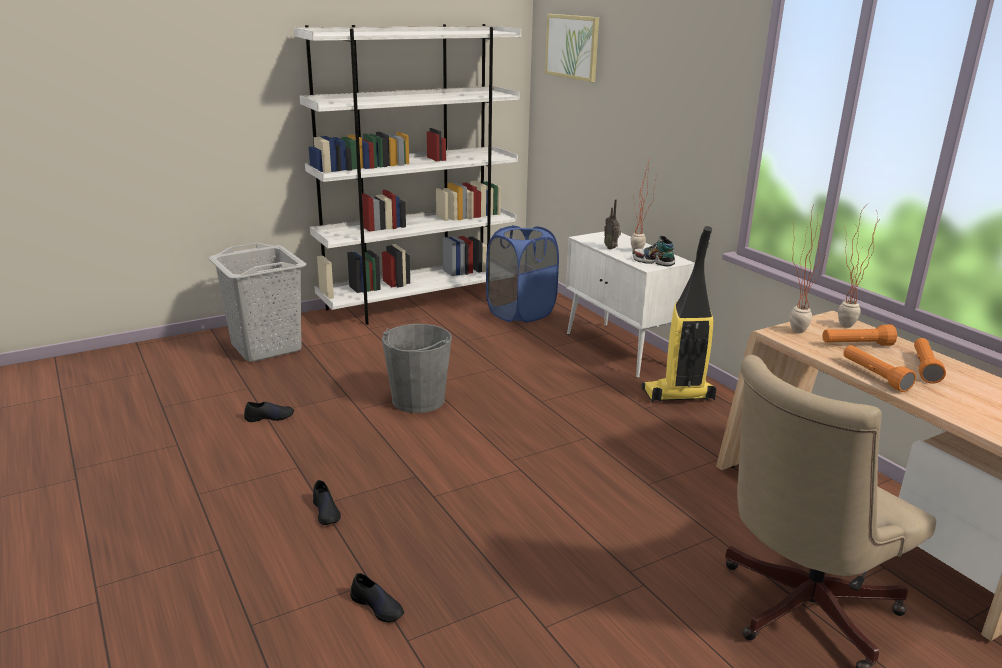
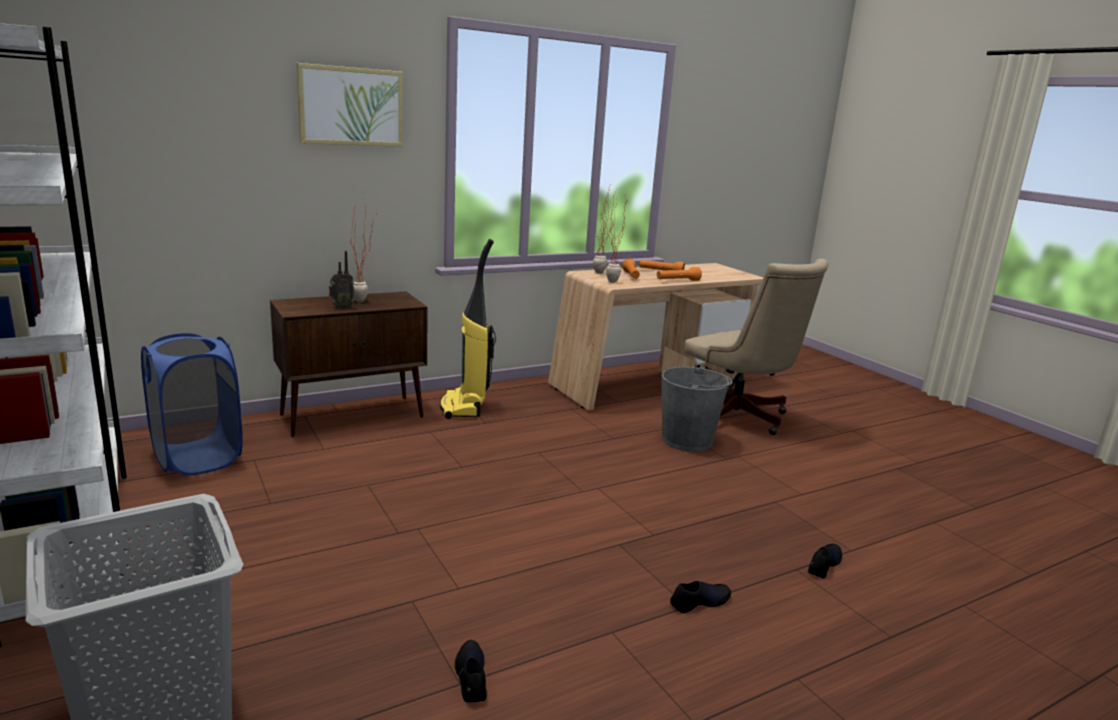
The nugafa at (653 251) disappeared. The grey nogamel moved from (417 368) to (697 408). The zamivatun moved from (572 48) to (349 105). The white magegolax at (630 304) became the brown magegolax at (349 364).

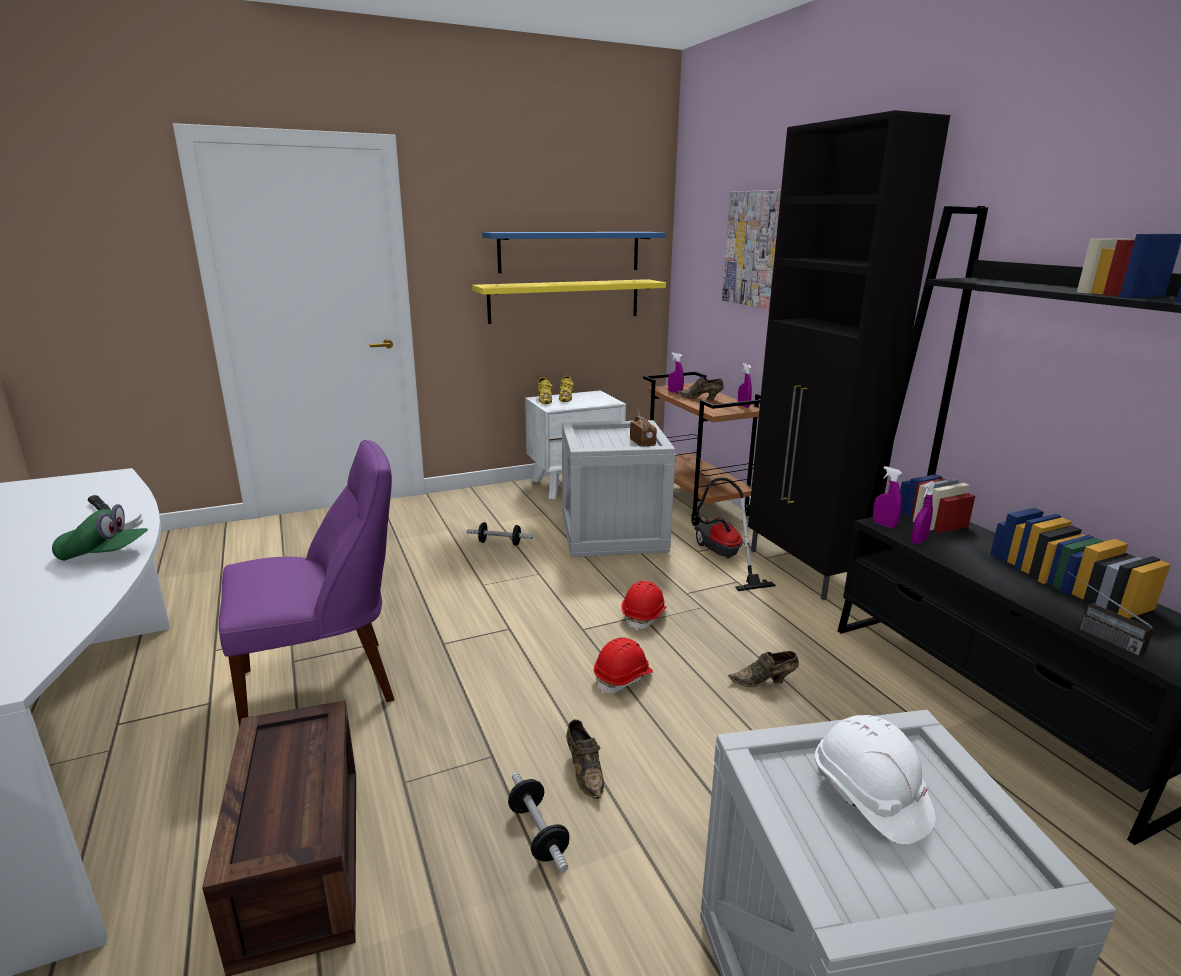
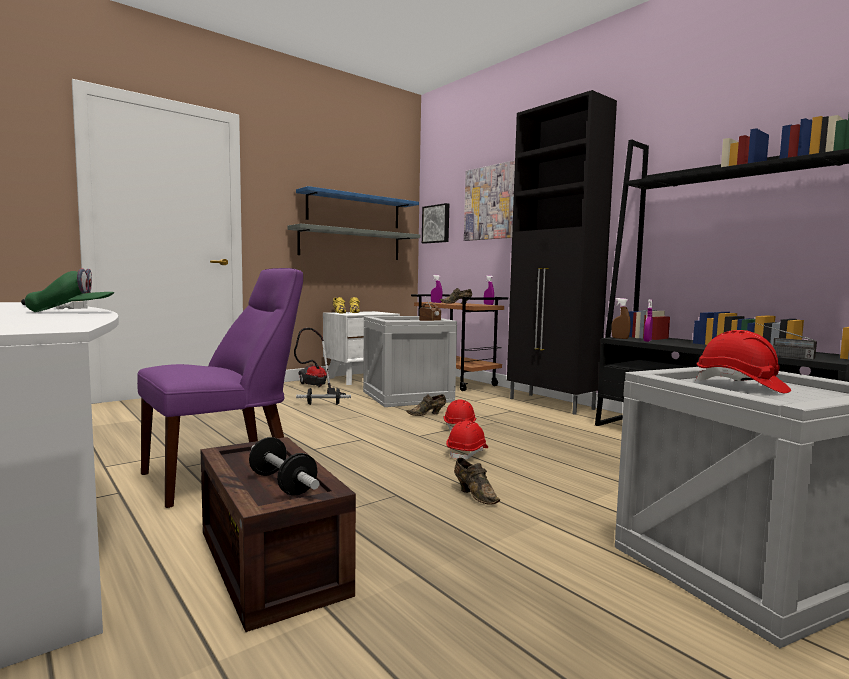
The zamivatun at (435 223) appeared. The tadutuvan moved from (539 822) to (284 466). The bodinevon moved from (735 534) to (320 361). The brown nugafa moved from (763 669) to (426 405). The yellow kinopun at (569 301) became the grey kinopun at (353 241). The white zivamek at (875 780) became the red zivamek at (743 361). The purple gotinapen at (887 497) became the brown gotinapen at (620 318).

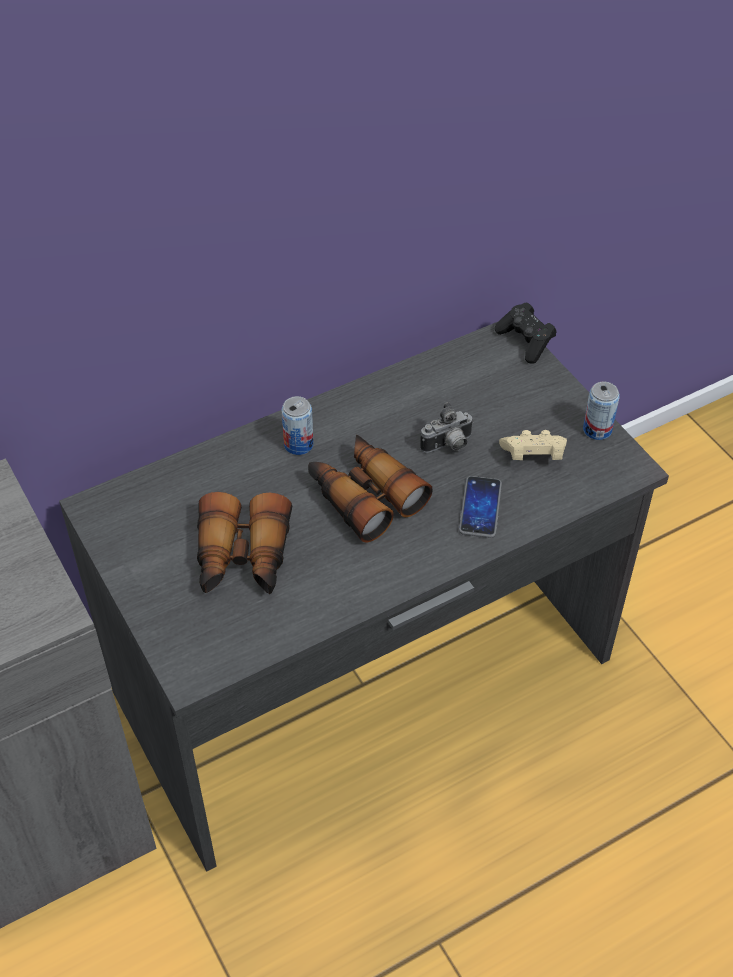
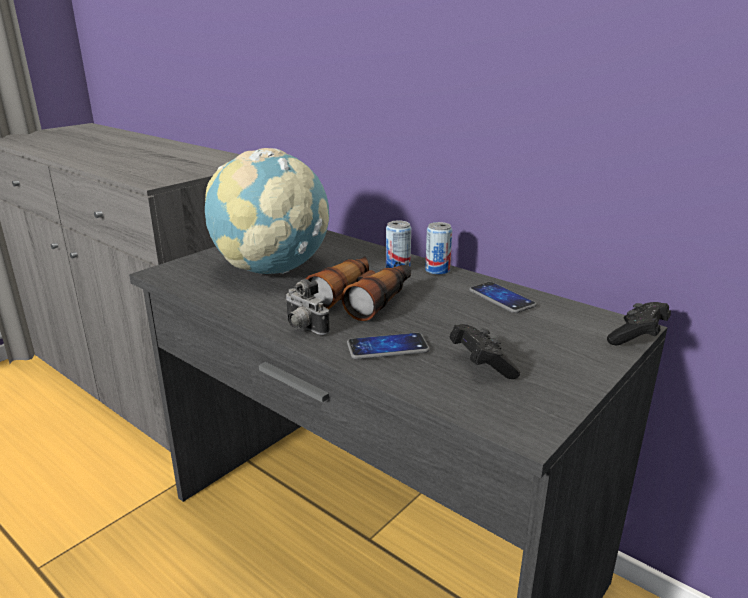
The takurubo at (503 297) appeared. The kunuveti moved from (447 427) to (307 307). The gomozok moved from (601 411) to (438 248). The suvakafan at (244 543) was replaced by the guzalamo at (267 211). The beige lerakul at (533 445) became the black lerakul at (485 351).

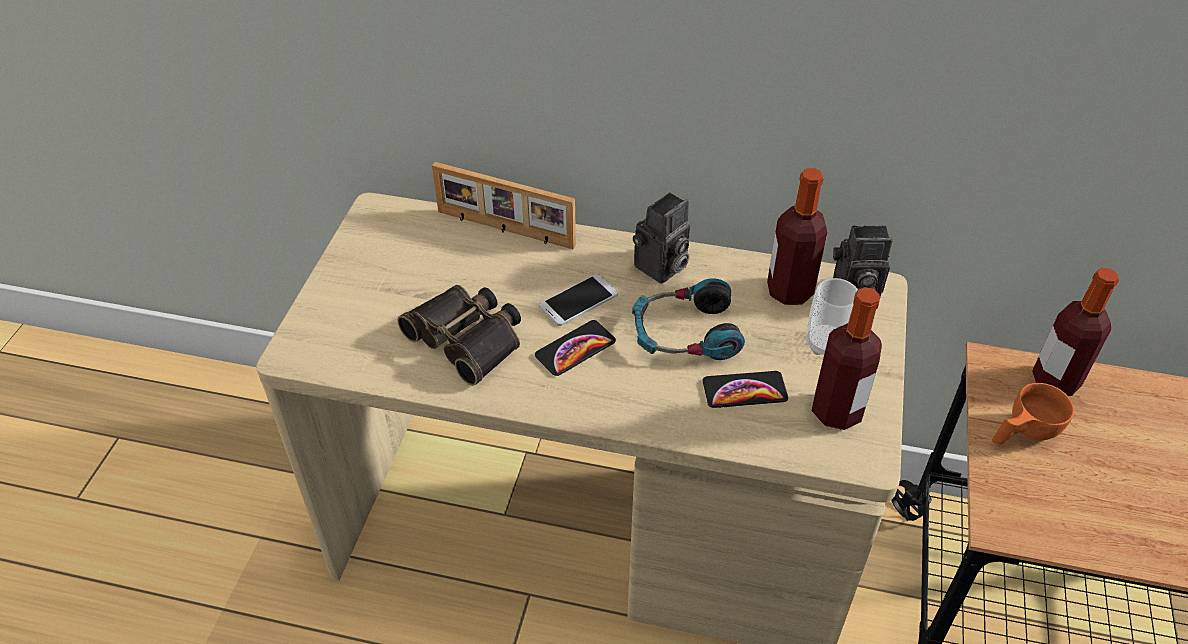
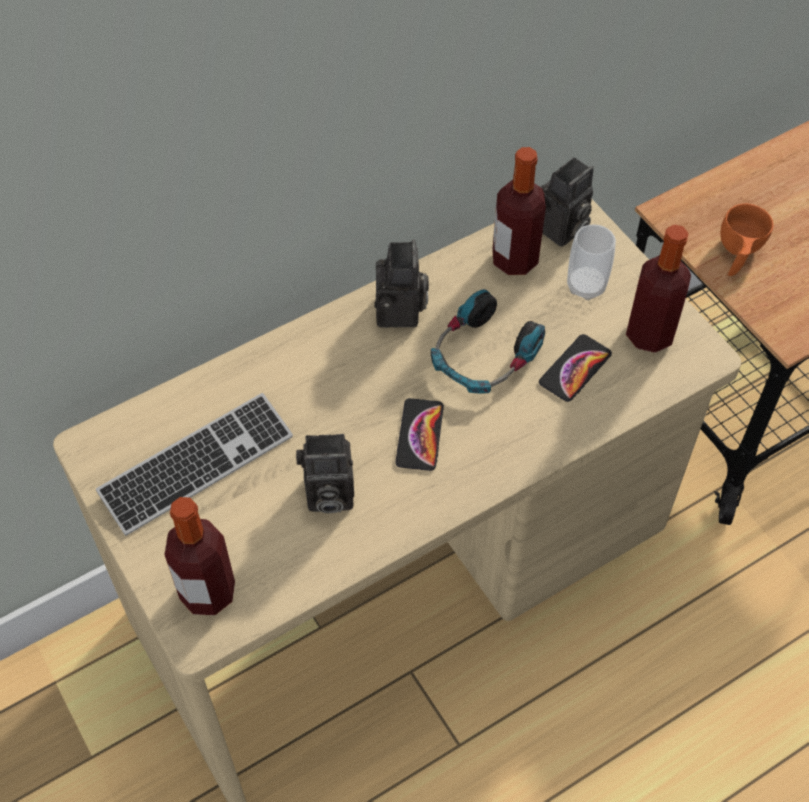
The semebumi at (504 205) disappeared. The takurubo at (578 300) disappeared. The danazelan at (194 464) appeared. The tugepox moved from (1075 332) to (200 556). The suvakafan at (459 335) was replaced by the kunuveti at (325 473).

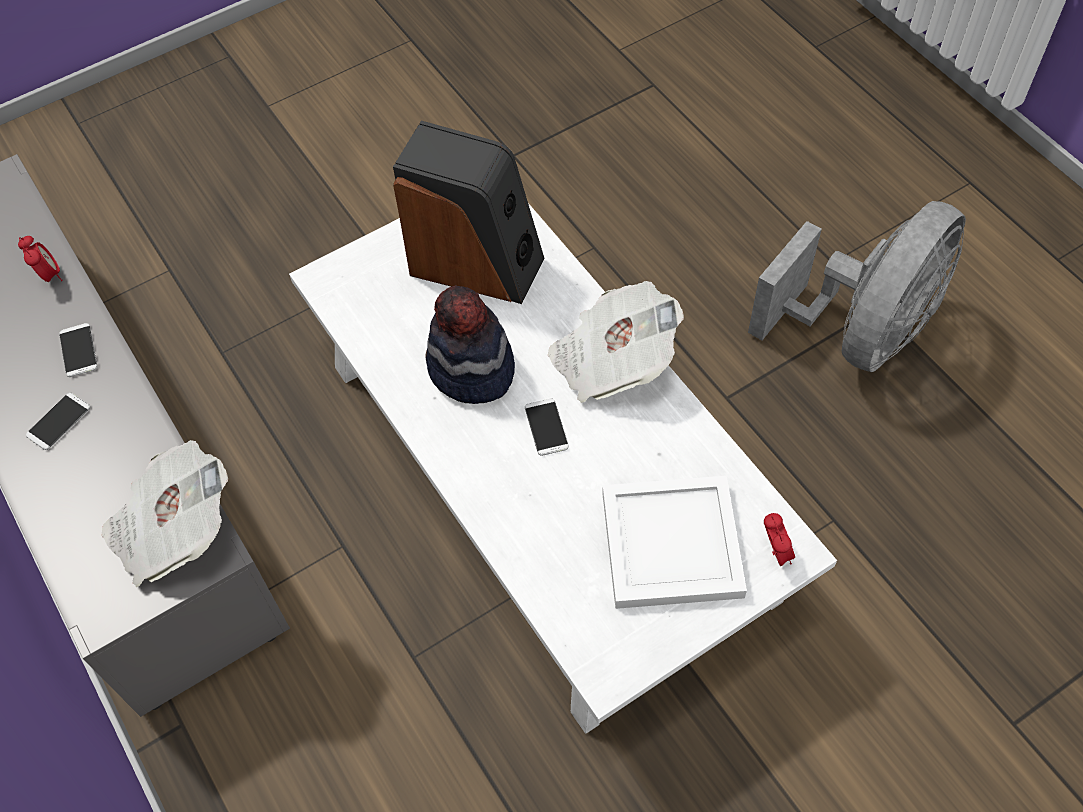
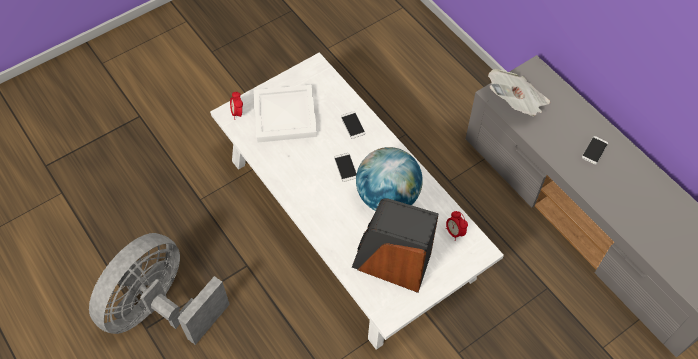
The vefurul at (616 342) disappeared. The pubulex moved from (40 259) to (457 226). The takurubo moved from (78 350) to (353 125). The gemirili at (470 344) was replaced by the guzalamo at (389 179).

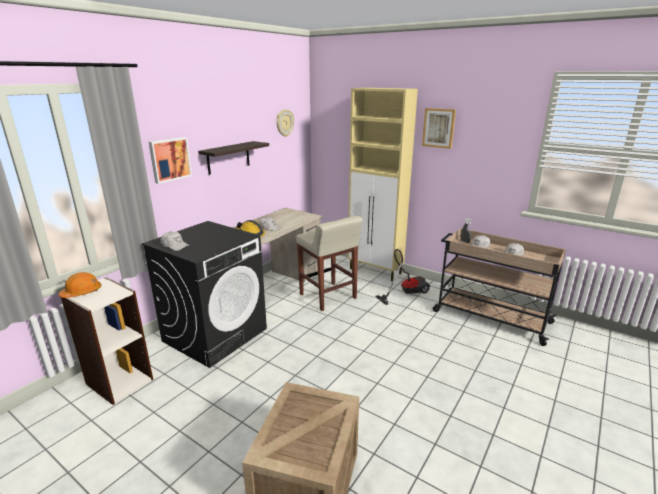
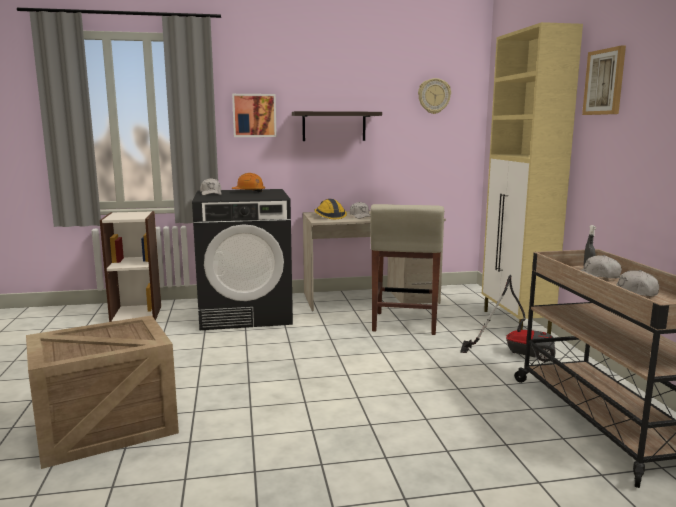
The orange zivamek moved from (80 285) to (248 182).

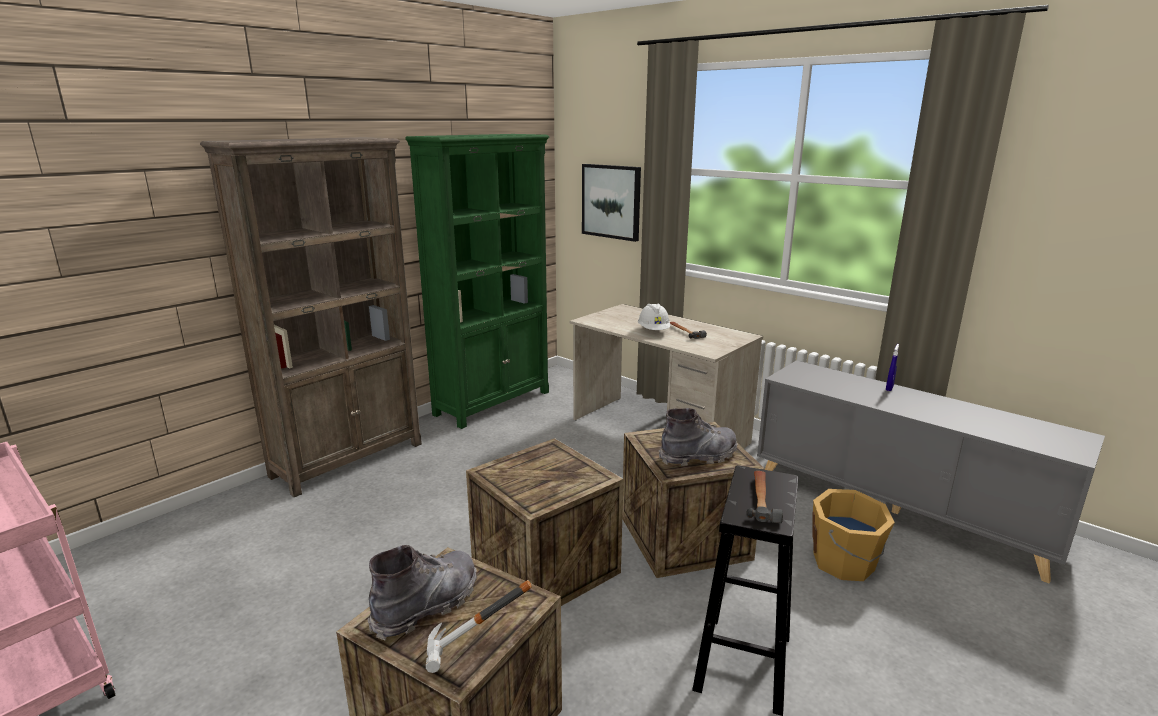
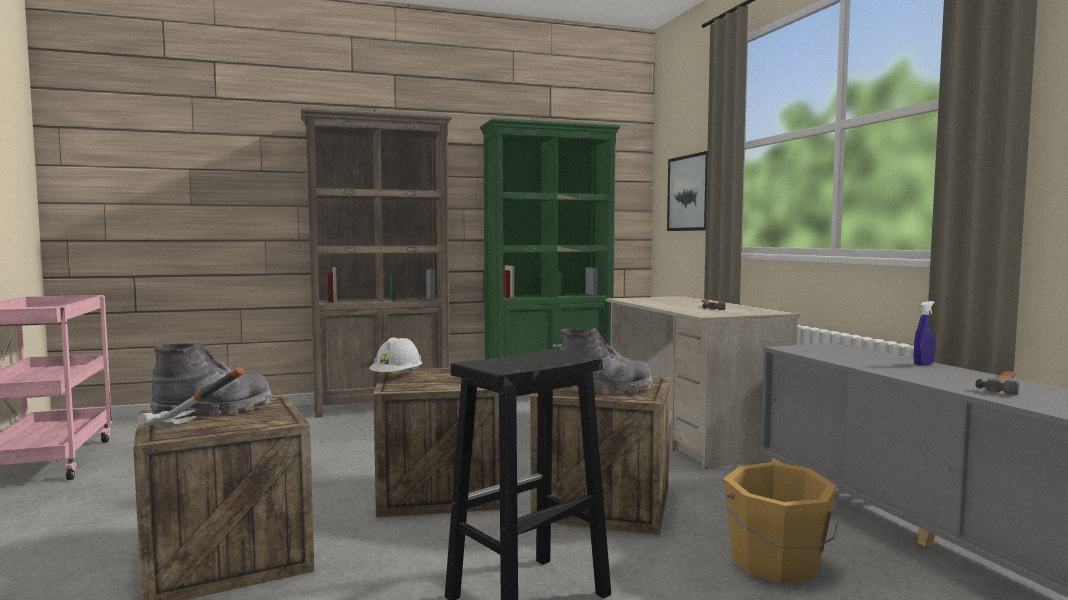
The white zivamek moved from (654 317) to (395 355). The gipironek moved from (764 497) to (997 383).

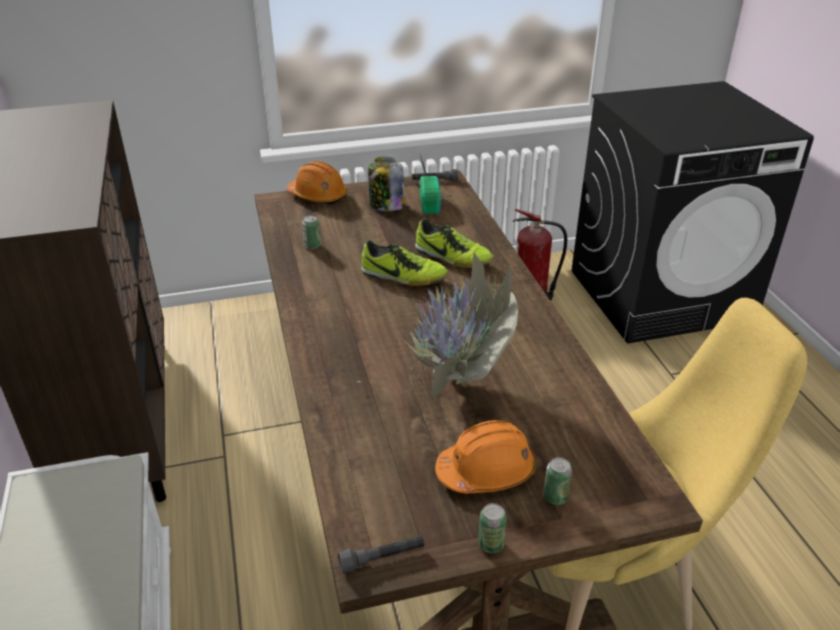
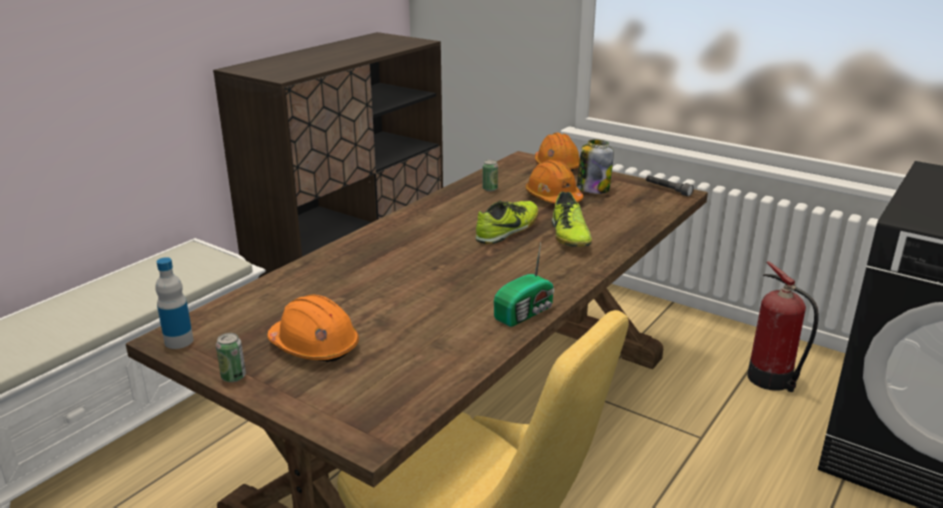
The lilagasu at (437 321) disappeared. The gomozok at (557 481) disappeared. The orange zivamek at (554 181) appeared. The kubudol moved from (430 184) to (524 284). The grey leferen at (381 554) was replaced by the tugepox at (174 303). The nugafa at (404 263) turned 120 degrees counterclockwise.

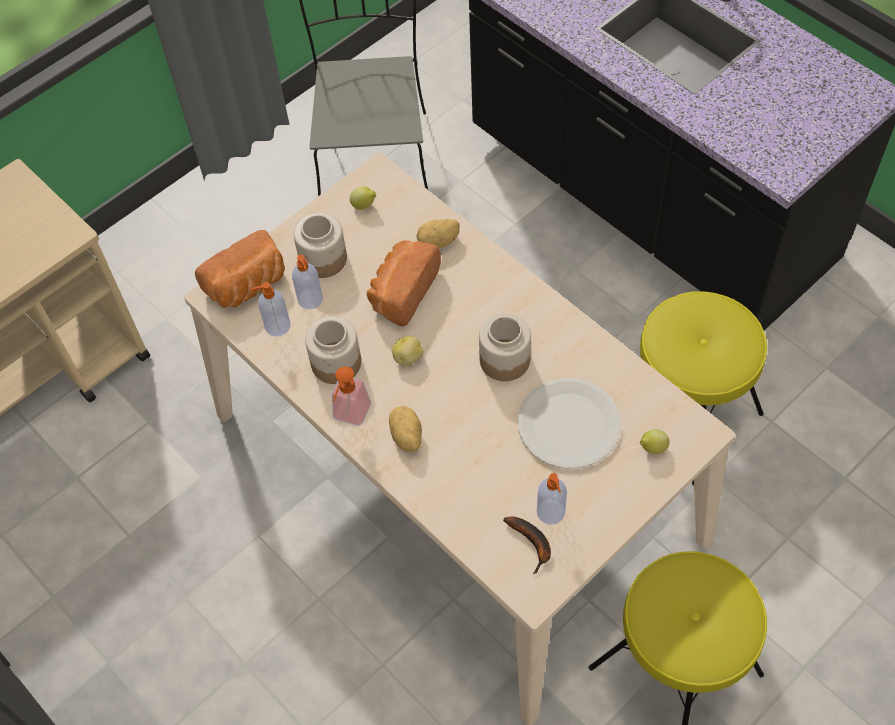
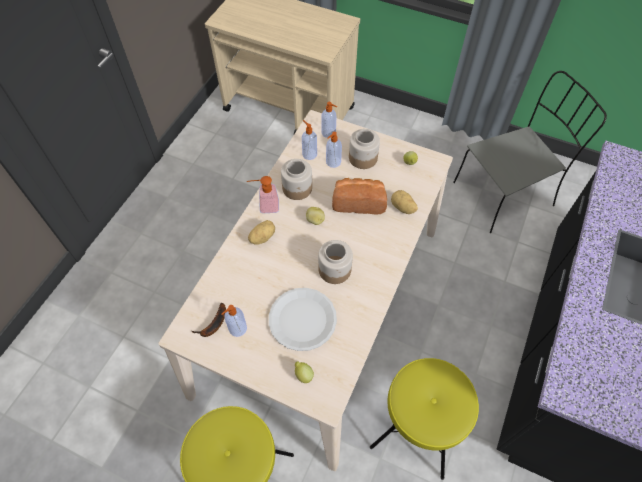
The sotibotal at (240 269) was replaced by the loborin at (329 120).

